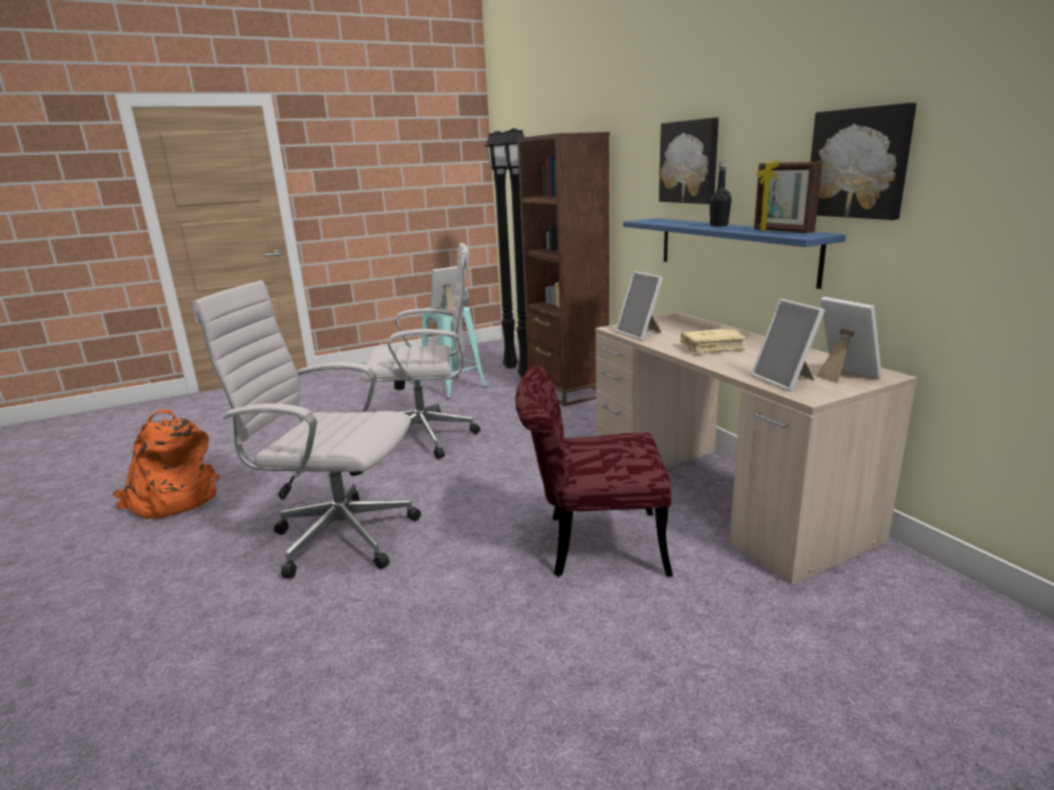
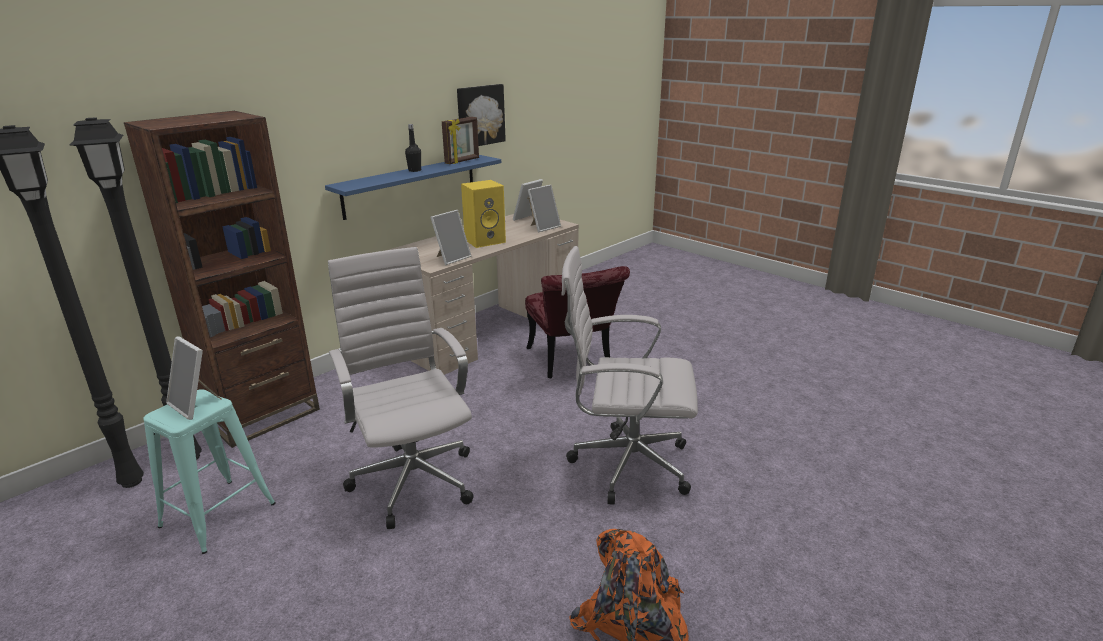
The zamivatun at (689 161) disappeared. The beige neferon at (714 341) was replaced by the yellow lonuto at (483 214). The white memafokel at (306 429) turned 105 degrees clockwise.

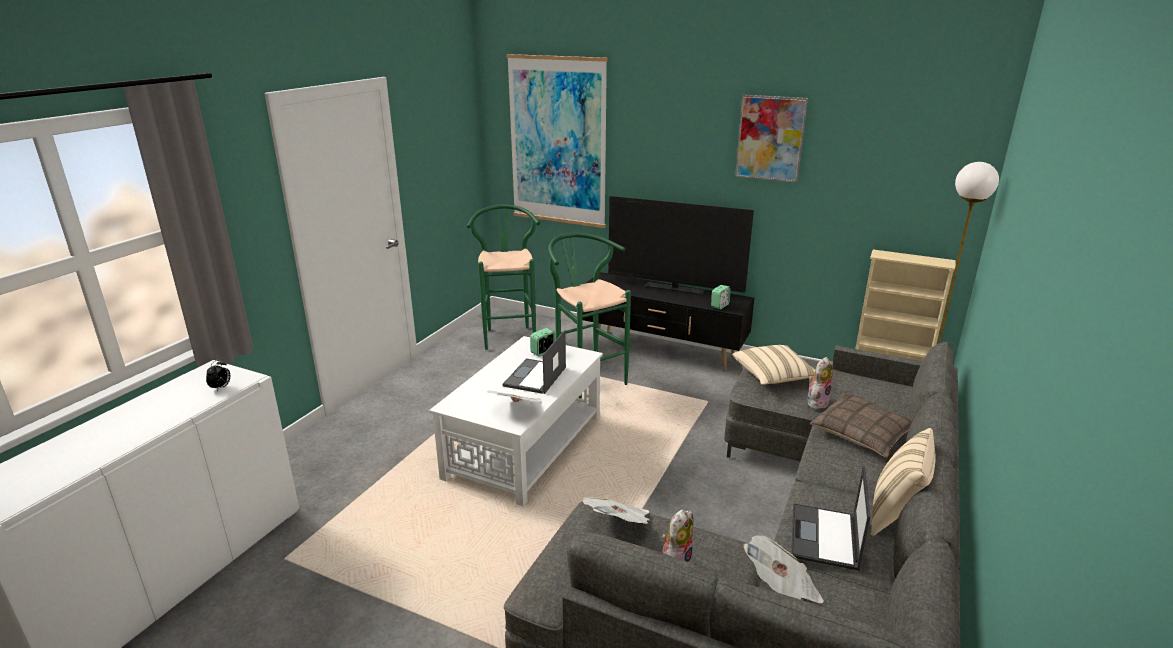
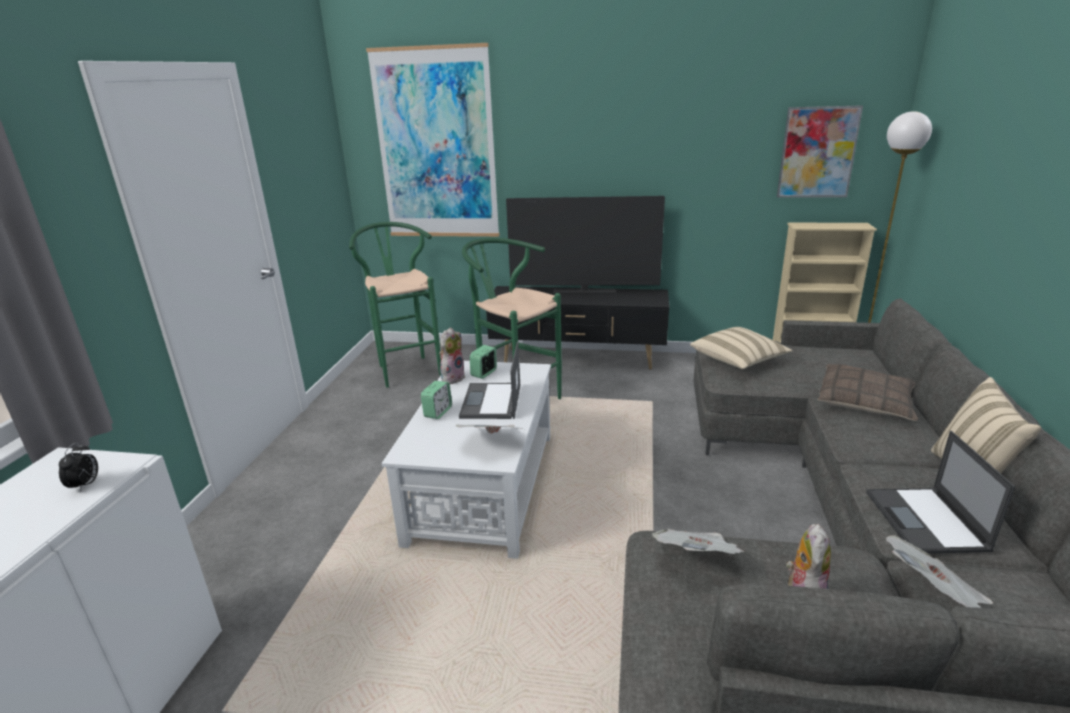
The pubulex moved from (721 297) to (436 400). The zamivatun moved from (771 138) to (820 152). The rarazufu moved from (820 383) to (452 355).

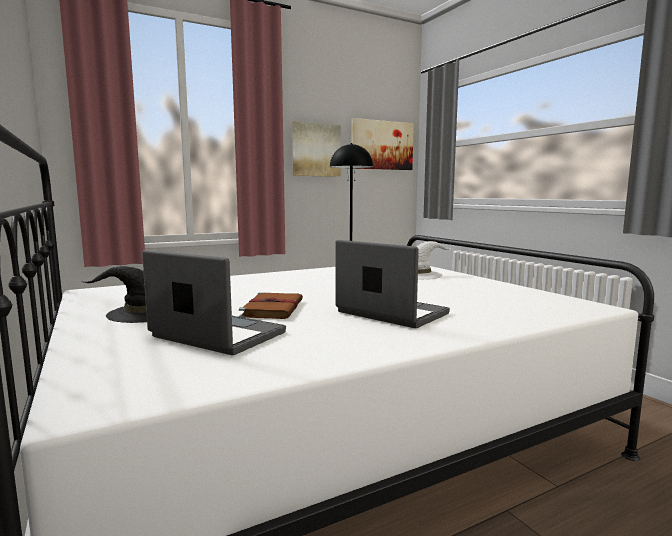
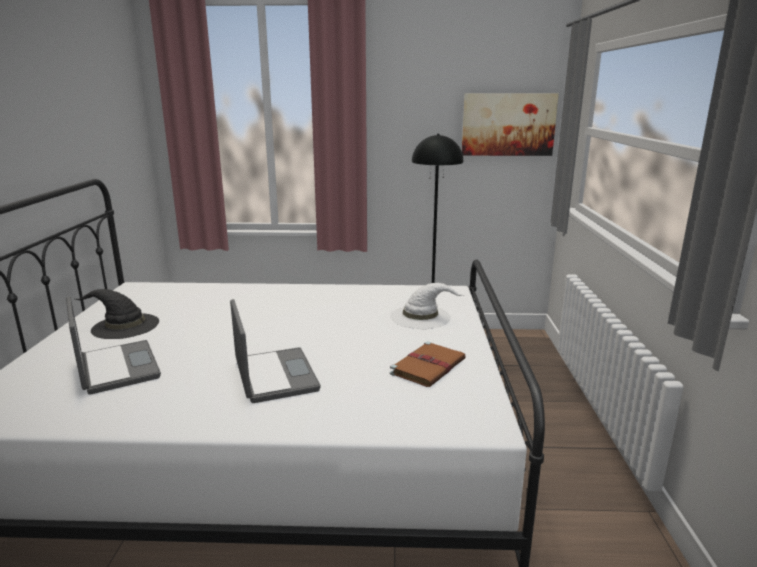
The zamivatun at (316 149) disappeared. The brown neferon moved from (271 305) to (428 364).

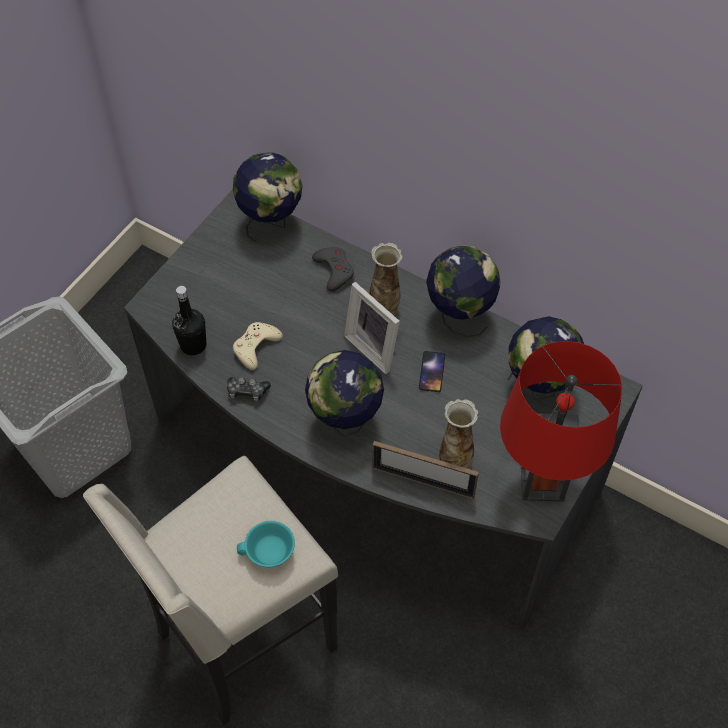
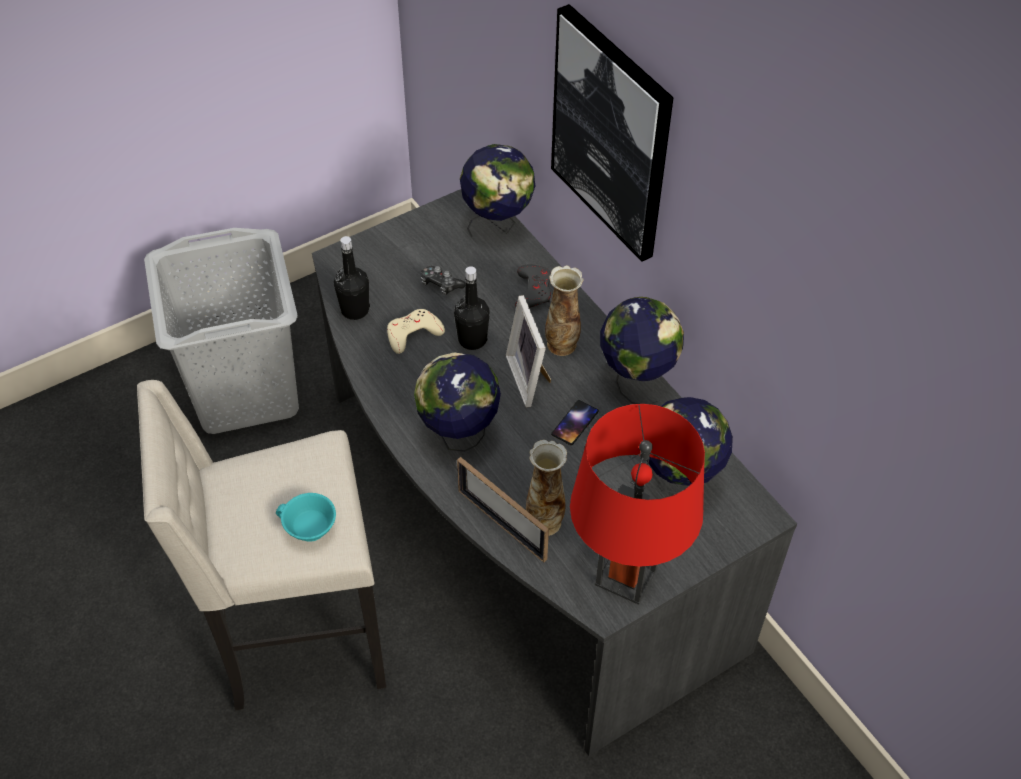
The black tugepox at (472 308) appeared. The zamivatun at (612 133) appeared. The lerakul moved from (249 389) to (443 280).

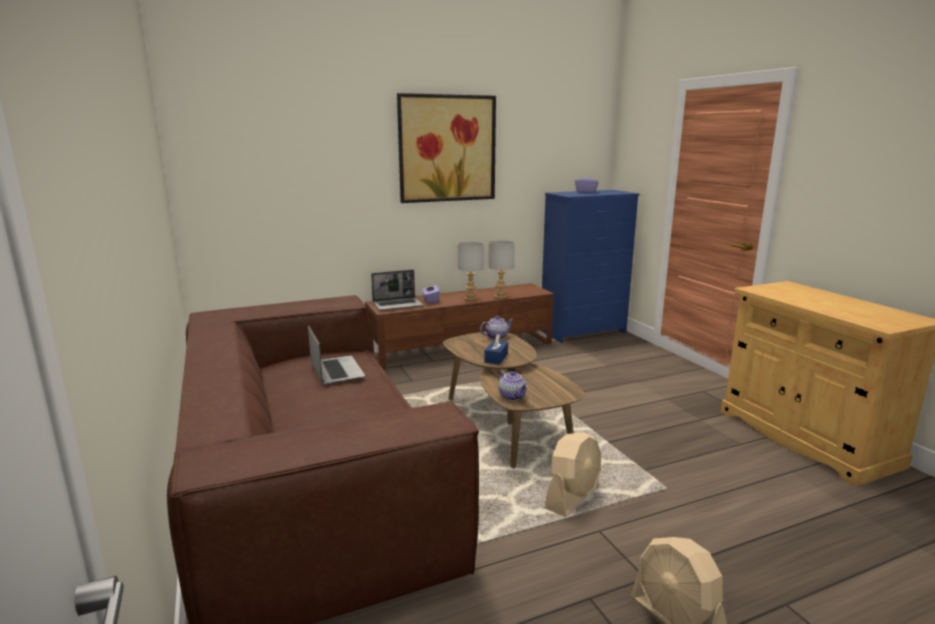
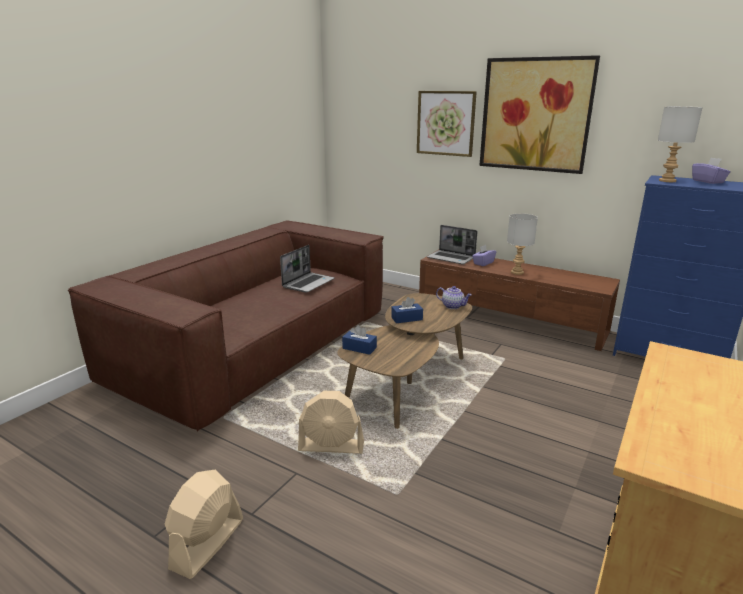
The zamivatun at (447 124) appeared. The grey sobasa moved from (501 269) to (680 144). The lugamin at (513 385) was replaced by the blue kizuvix at (359 340).

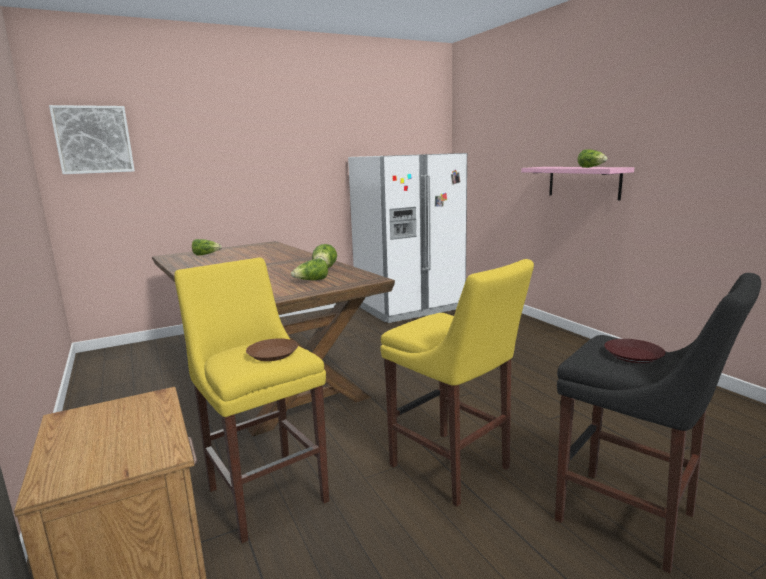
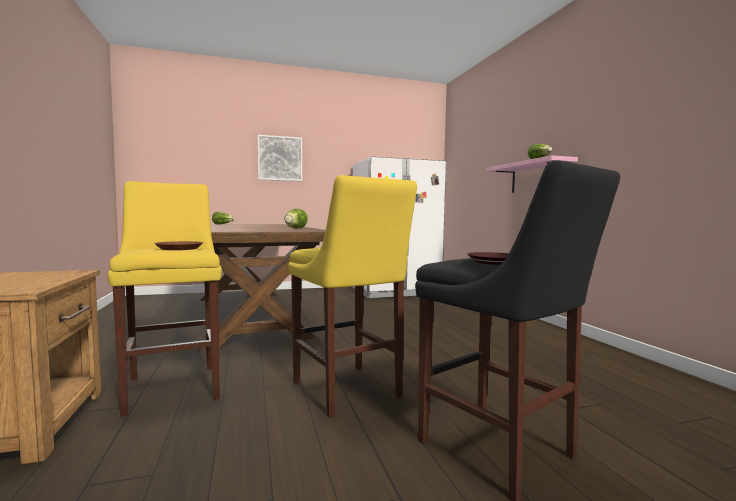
The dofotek at (309 269) disappeared. The zamivatun moved from (92 139) to (280 158).

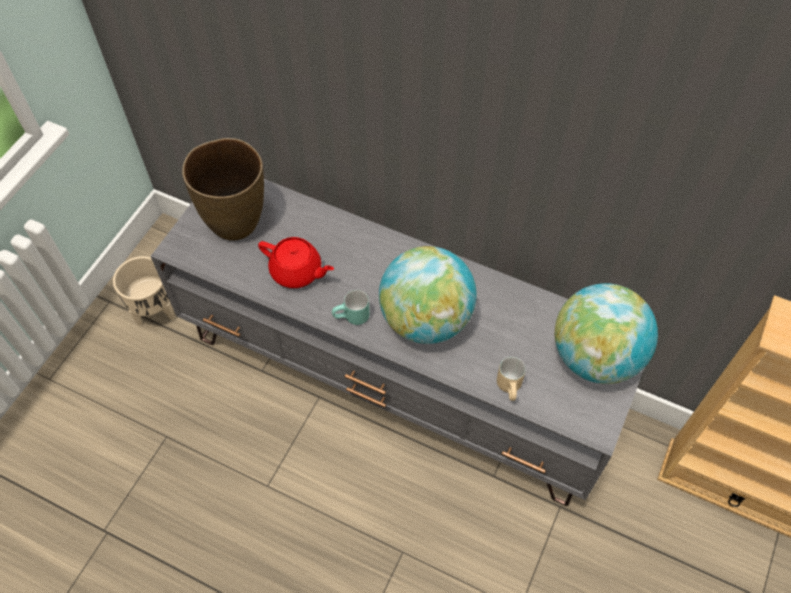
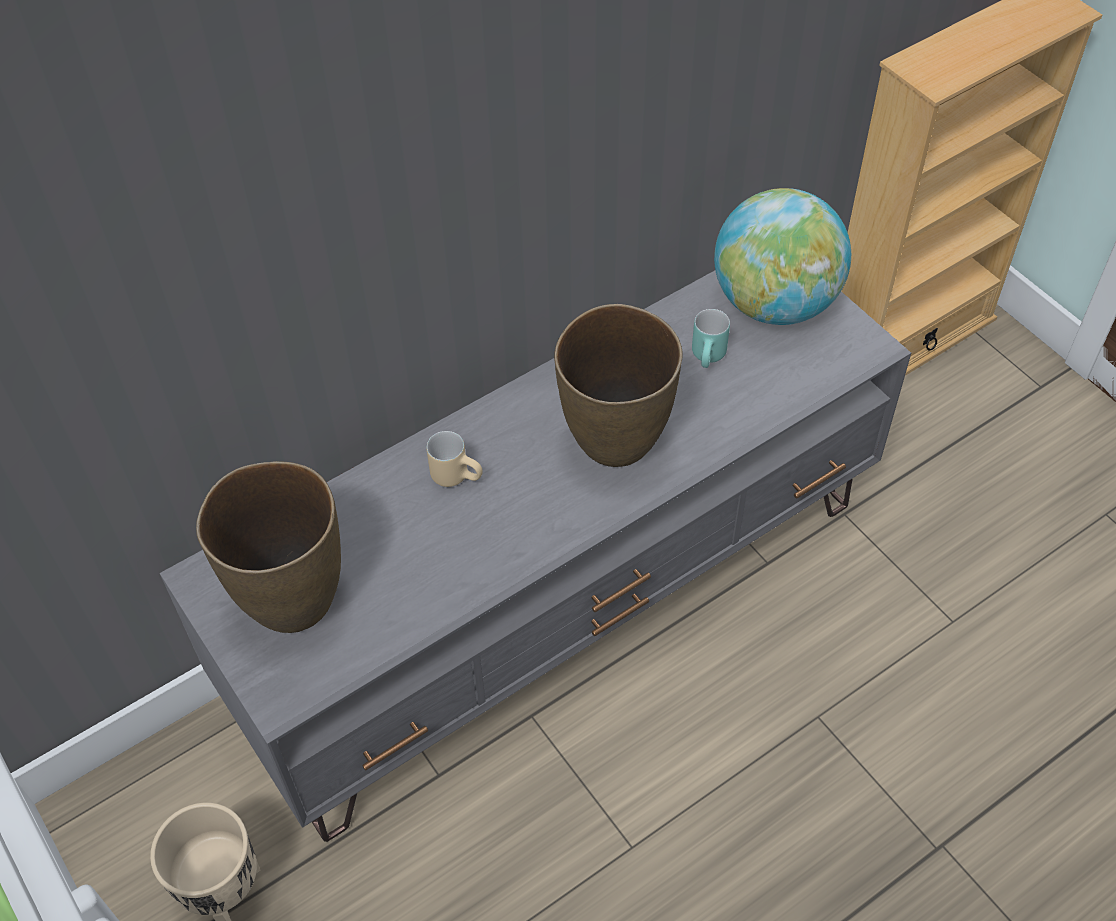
The red lugamin at (296 262) disappeared. The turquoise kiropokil moved from (351 307) to (711 338). The beige kiropokil moved from (511 379) to (455 459). The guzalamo at (428 295) was replaced by the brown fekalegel at (618 385).

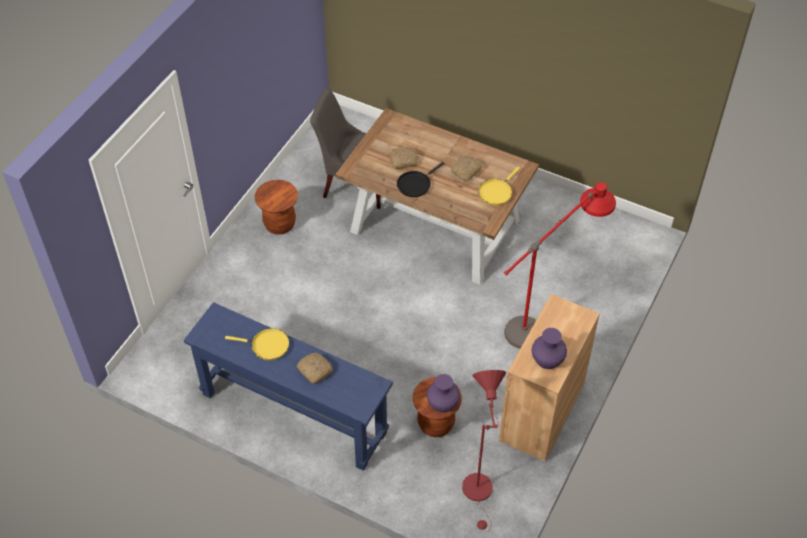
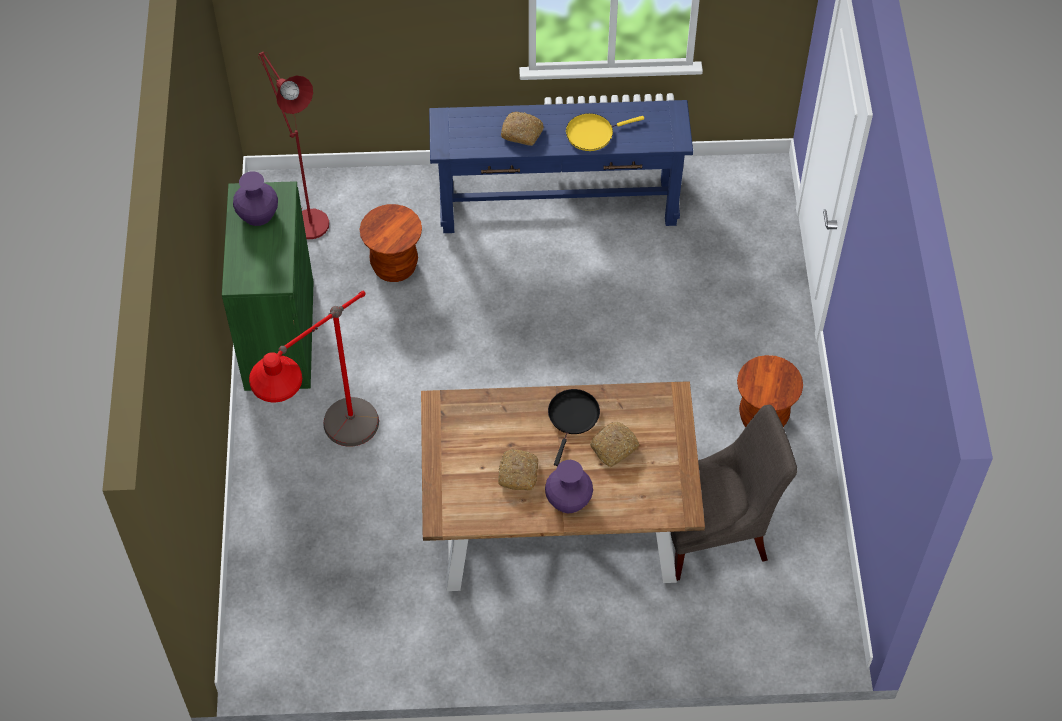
The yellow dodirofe at (499 186) disappeared. The purple fekalegel moved from (443 393) to (569 486). The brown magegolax at (549 377) became the green magegolax at (268 286).

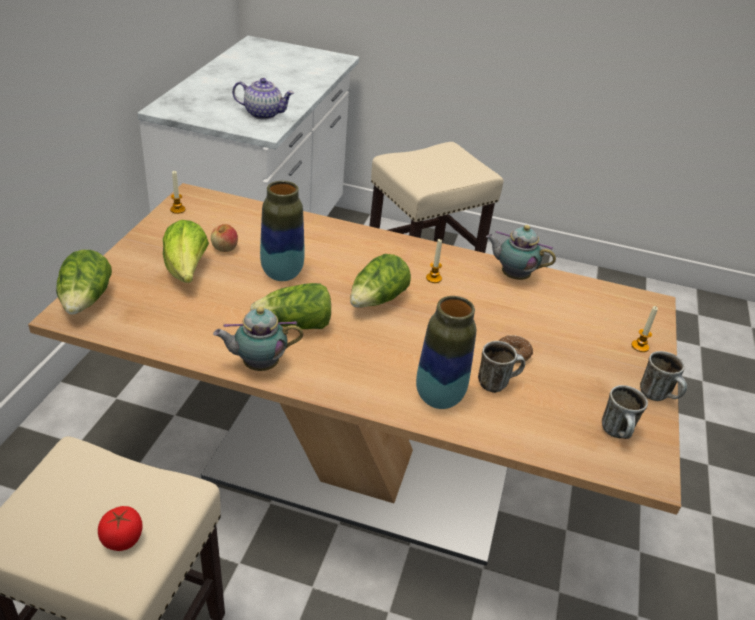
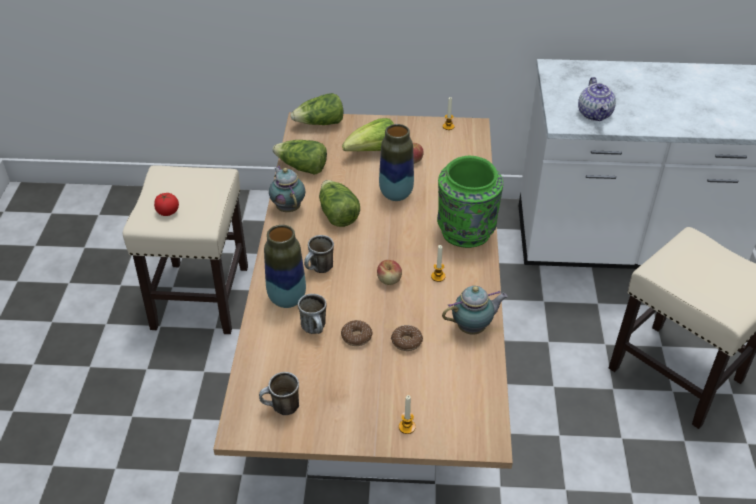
The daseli at (389 272) appeared. The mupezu at (407 338) appeared. The green fekalegel at (470 202) appeared. The dofotek moved from (380 281) to (299 157). The kiropokil moved from (663 376) to (319 254). The lugamin at (521 252) turned 60 degrees clockwise.

